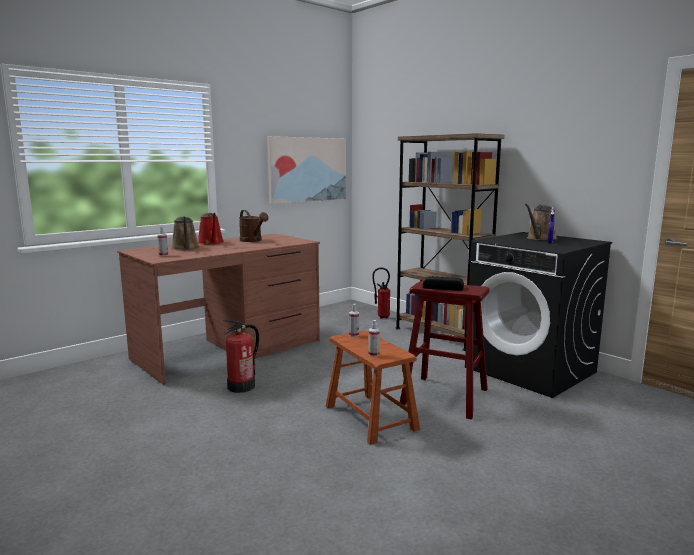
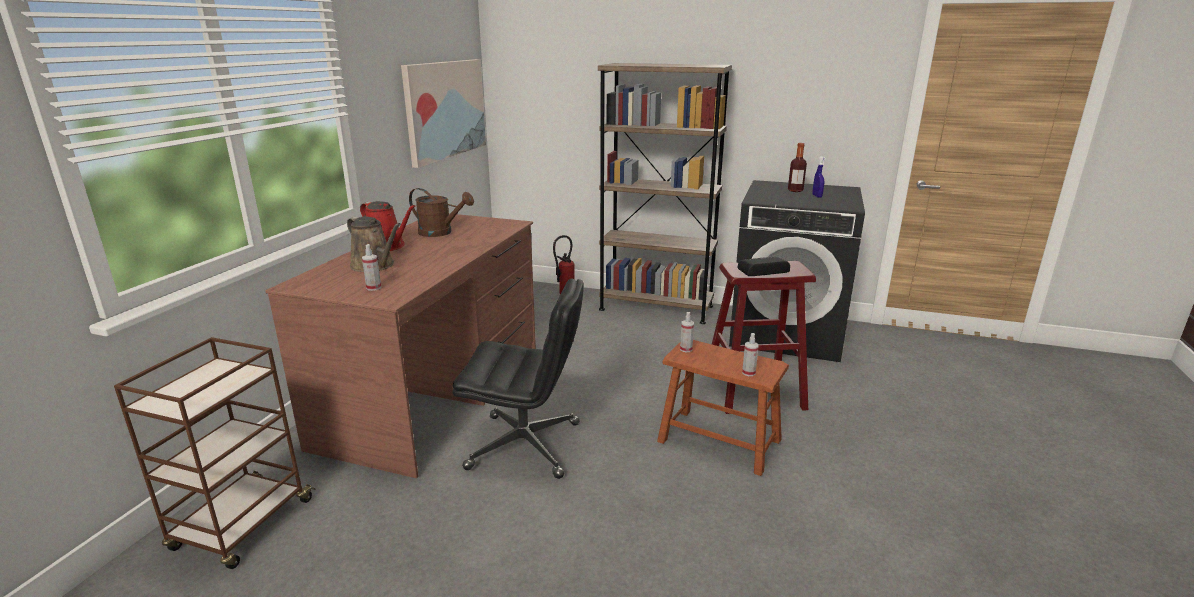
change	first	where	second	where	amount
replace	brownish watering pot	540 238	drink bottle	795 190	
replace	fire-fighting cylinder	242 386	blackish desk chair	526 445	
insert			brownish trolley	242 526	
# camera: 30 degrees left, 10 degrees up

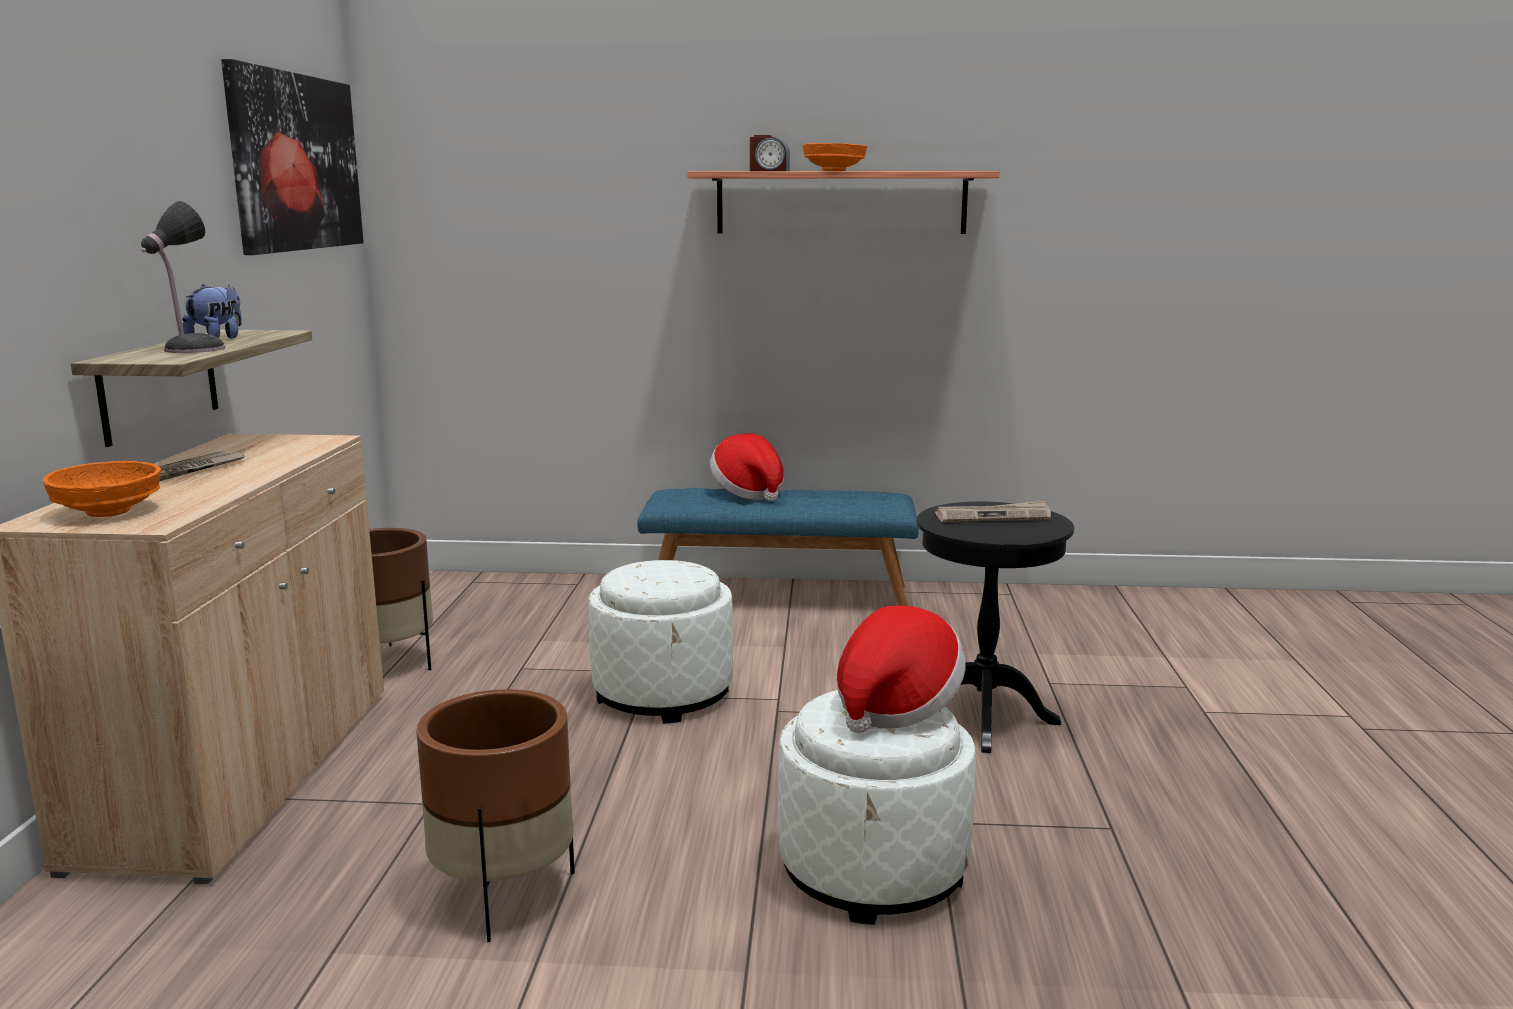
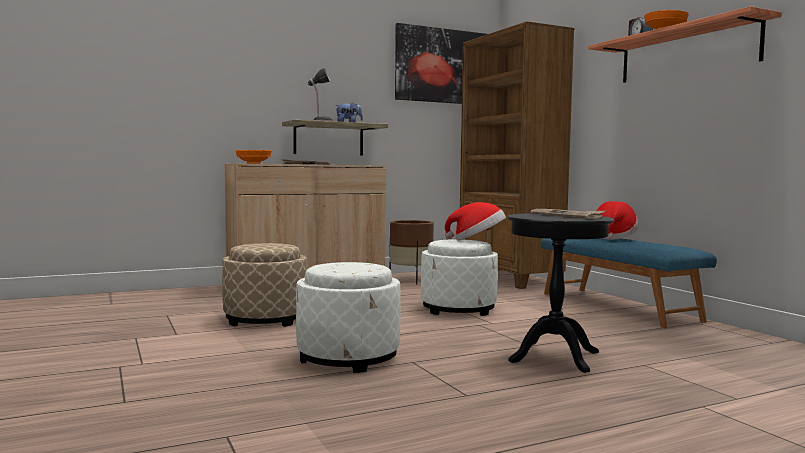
change	first	where	second	where	amount
move	clothing hat	895 707		477 240	
replace	brownish planter	503 895	sand-coloured ottoman	265 319	
insert			brownish bookcase	509 278	
# camera: 60 degrees right, 10 degrees down

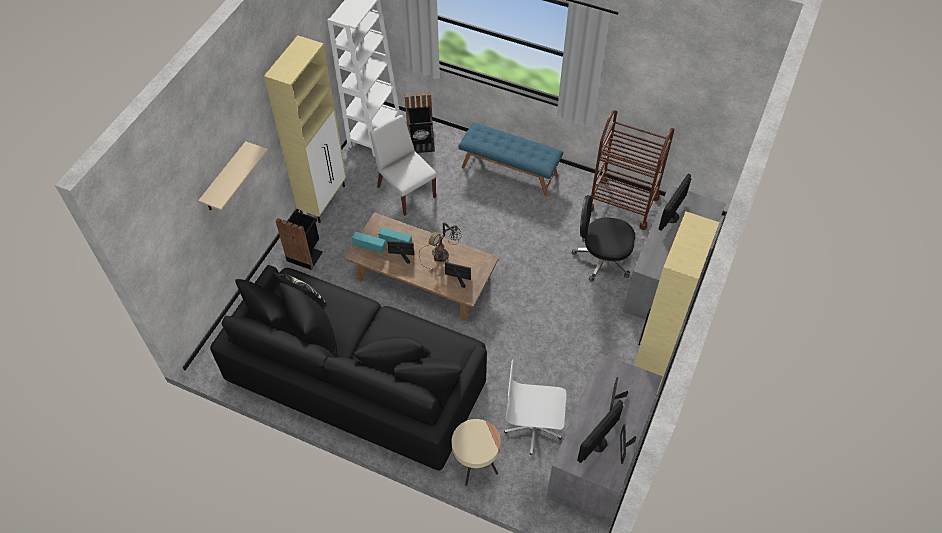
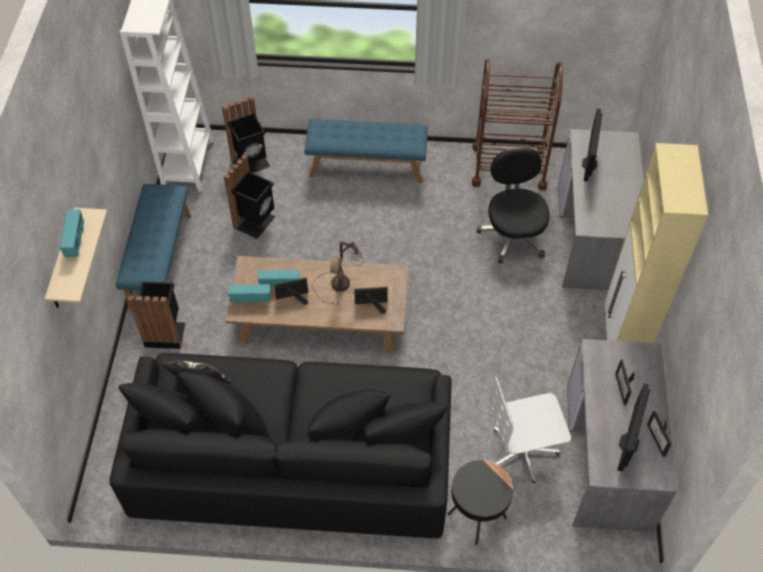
change	first	where	second	where	amount
replace	sand-coloured cabinet	323 200	bluish bench	160 260	
replace	white-coloured chair	406 191	blackish rubbish bin	256 222	
rotate	blackish desk chair	602 258		513 235	90 degrees clockwise
recolor	sand-coloured side table	475 464	blackish side table	477 516	
insert			radio	75 241	
# camera: 20 degrees left, 0 degrees up

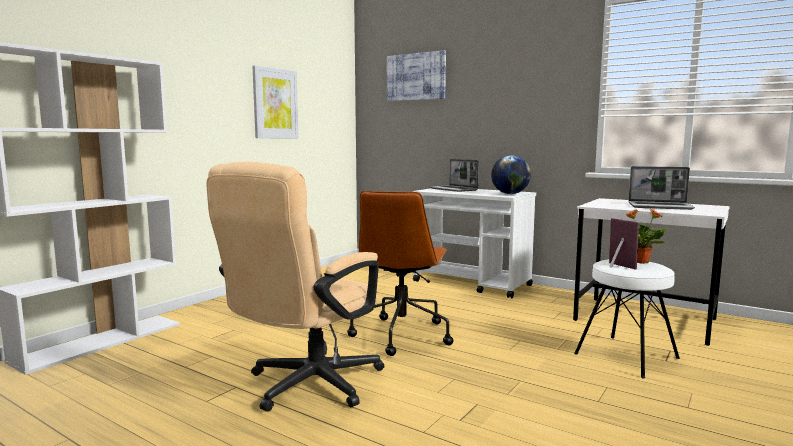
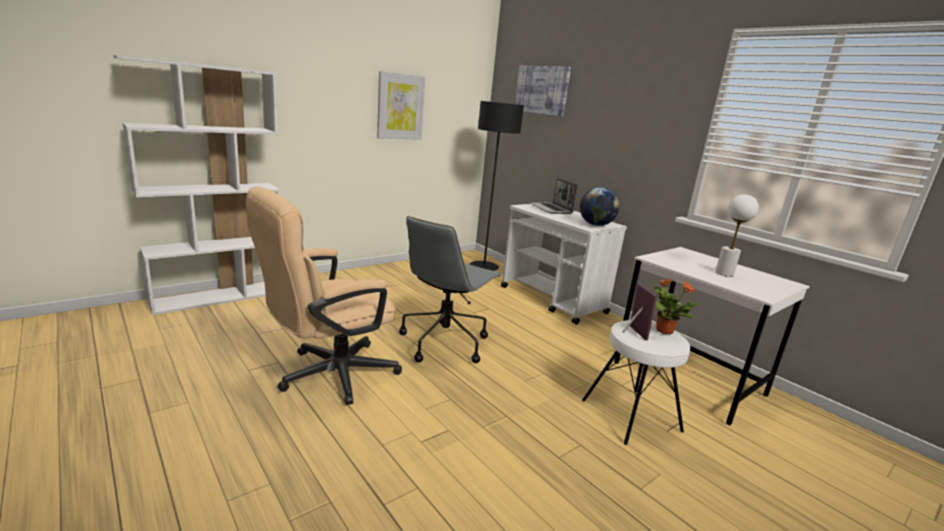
change	first	where	second	where	amount
replace	portable computer	660 207	white-coloured table lamp	724 273	
recolor	brownish desk chair	401 334	gray desk chair	444 342	
insert			blackish standard lamp	483 267	
# camera: 15 degrees right, 10 degrees up

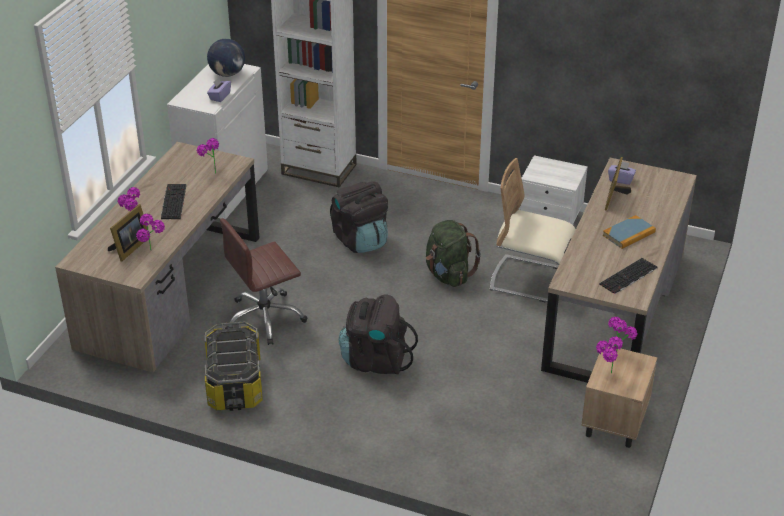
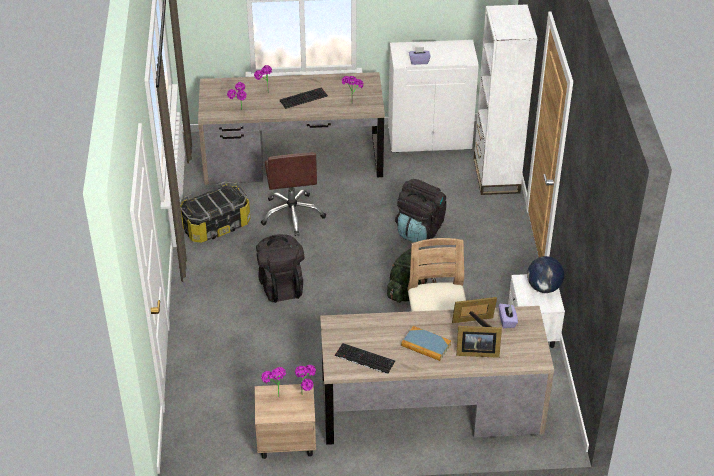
change	first	where	second	where	amount
move	globe	227 74		544 287	
move	photo frame	129 248		476 352	
rotate	brownish desk chair	265 318		292 214	135 degrees counterclockwise
# camera: 65 degrees right, 5 degrees up

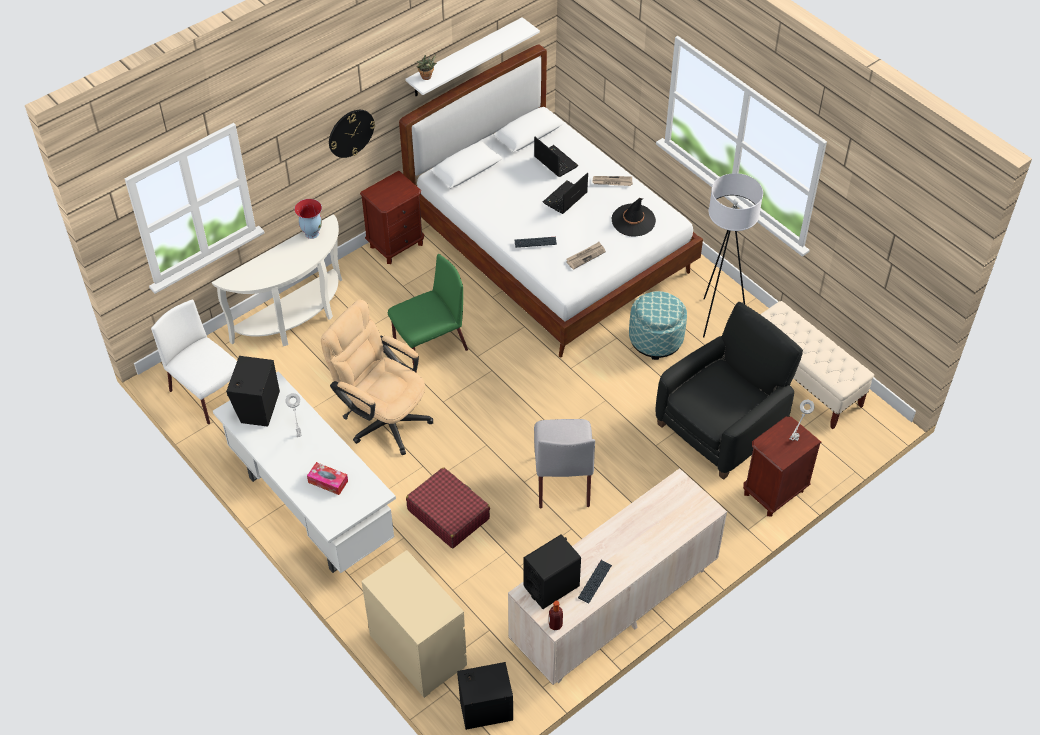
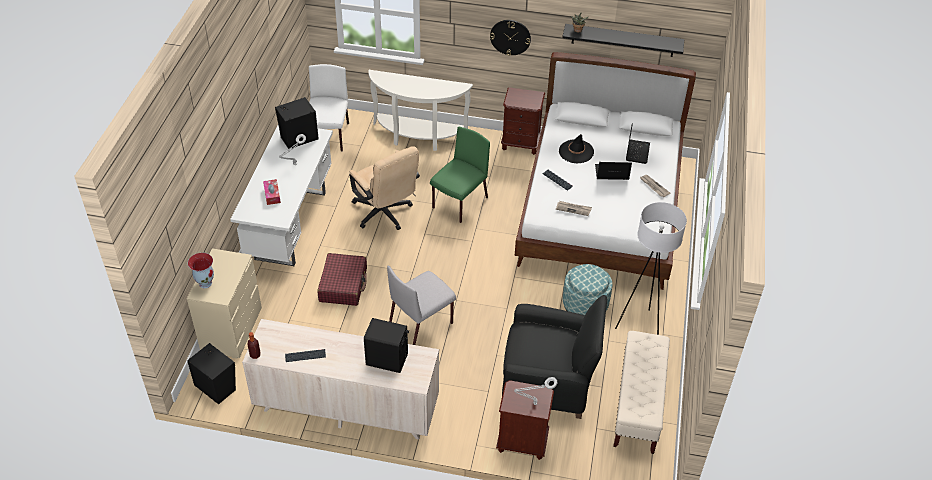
change	first	where	second	where	amount
recolor	white-coloured shelf	465 58	blackish shelf	623 40	
move	blackish clothing hat	633 220		576 152	
move	decorative vase	311 233		205 283	
rotate	green-coloured chair	429 347		459 203	75 degrees counterclockwise
rotate	sand-coloured desk chair	382 418		385 215	150 degrees clockwise
move	blackish speaker	551 586		387 359	
# camera: 50 degrees right, 5 degrees down

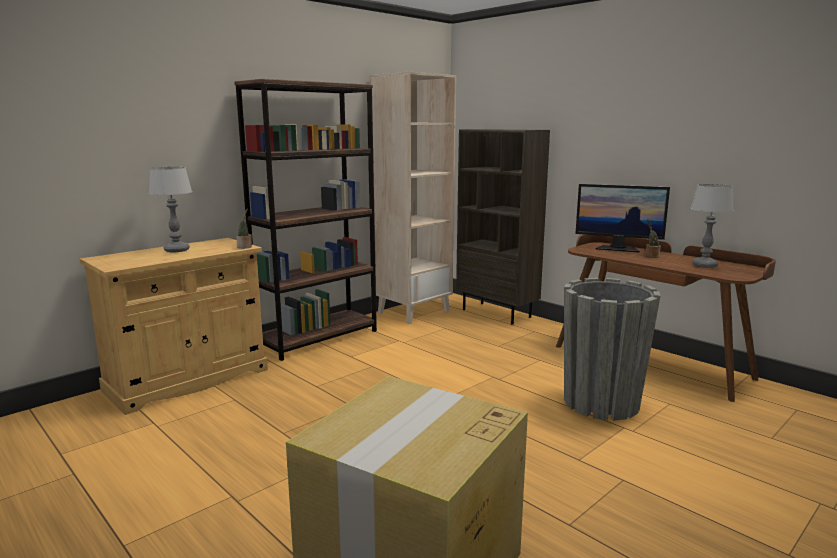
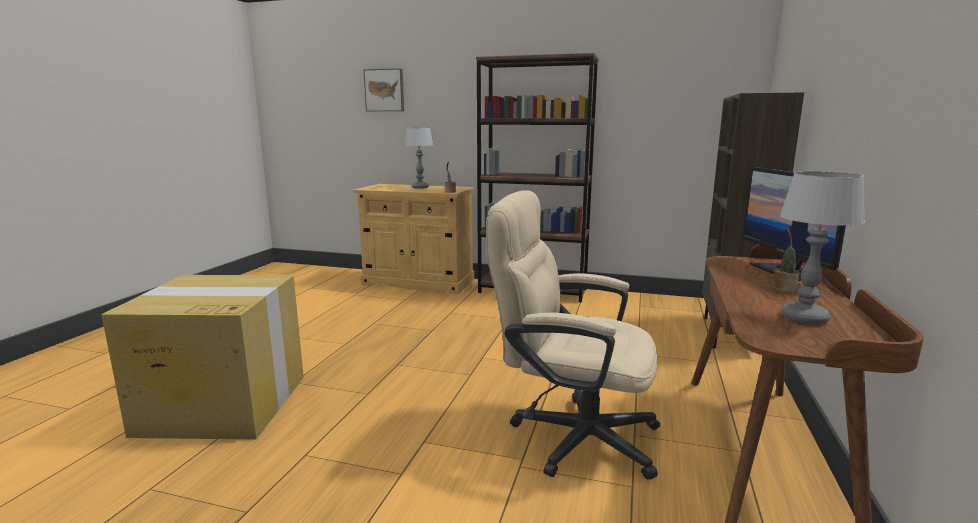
change	first	where	second	where	amount
delete	sand-coloured bookcase	413 312			
replace	gray planter	601 402	sand-coloured desk chair	570 435	
insert			picture	385 90	
# camera: 60 degrees right, 0 degrees up

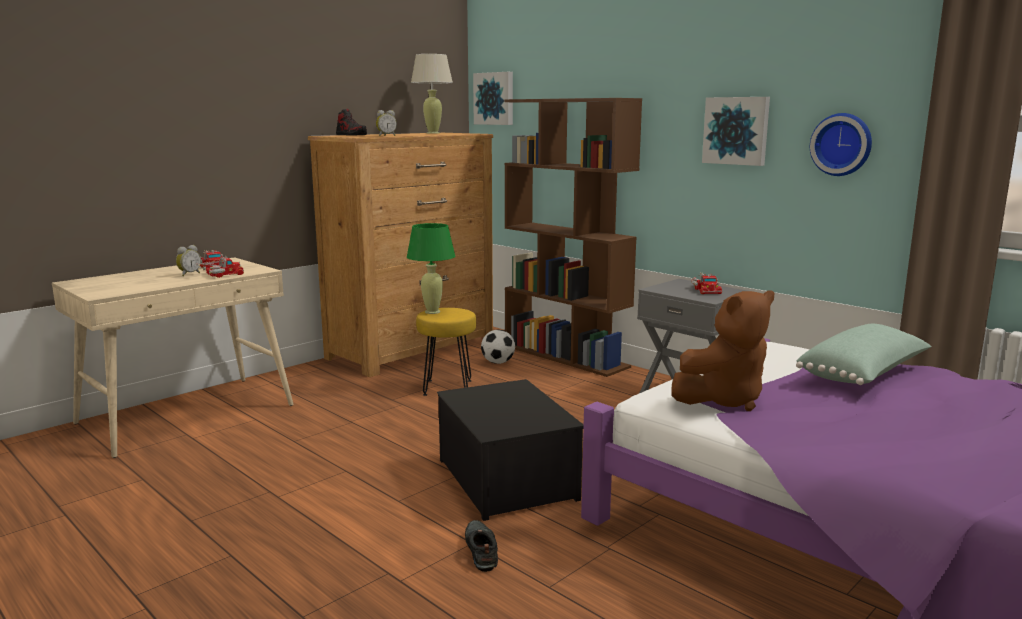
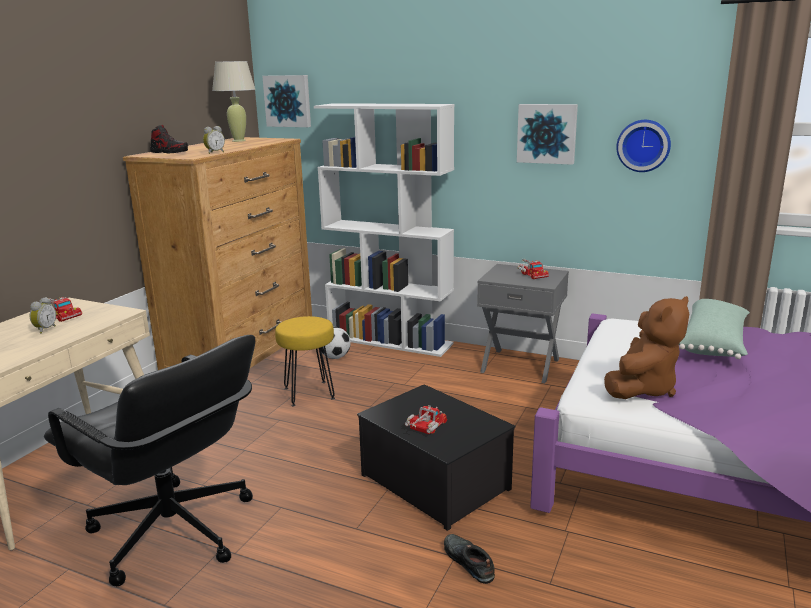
change	first	where	second	where	amount
recolor	brownish bookcase	566 356	white-coloured bookcase	391 341	
delete	green-coloured table lamp	432 312			
move	toy lorry	219 275		425 428	
insert			blackish desk chair	172 532	
# camera: 20 degrees left, 5 degrees up

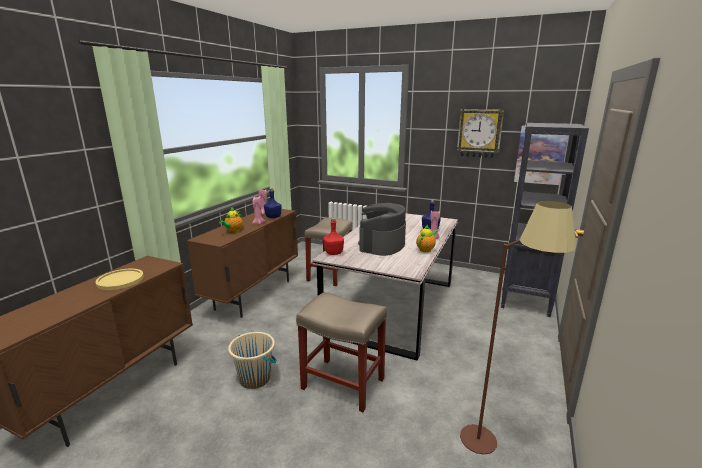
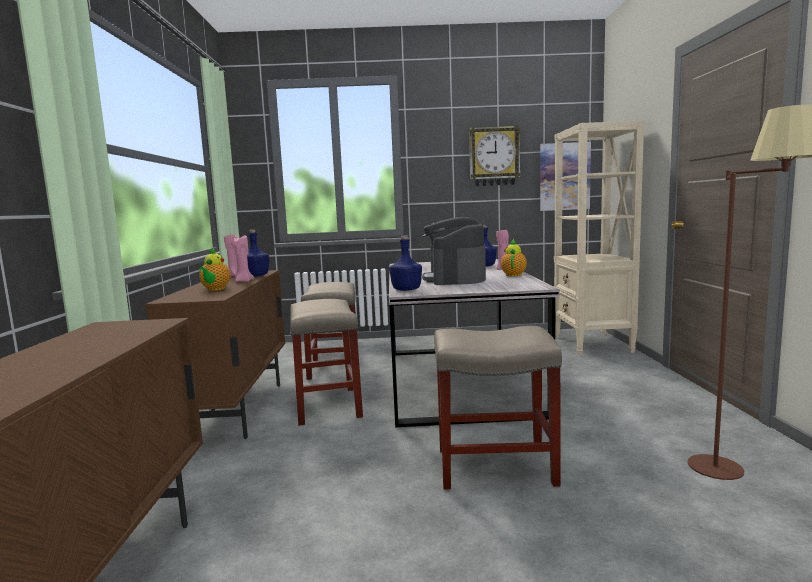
change	first	where	second	where	amount
recolor	blackish bookcase	525 299	sand-coloured bookcase	592 344	
recolor	reddish drink bottle	334 253	bluish drink bottle	407 290	
delete	yellowish flat dish	120 280			
delete	sand-coloured water bucket	255 378			
insert			sand-coloured stool	327 405	
# camera: 25 degrees left, 10 degrees down

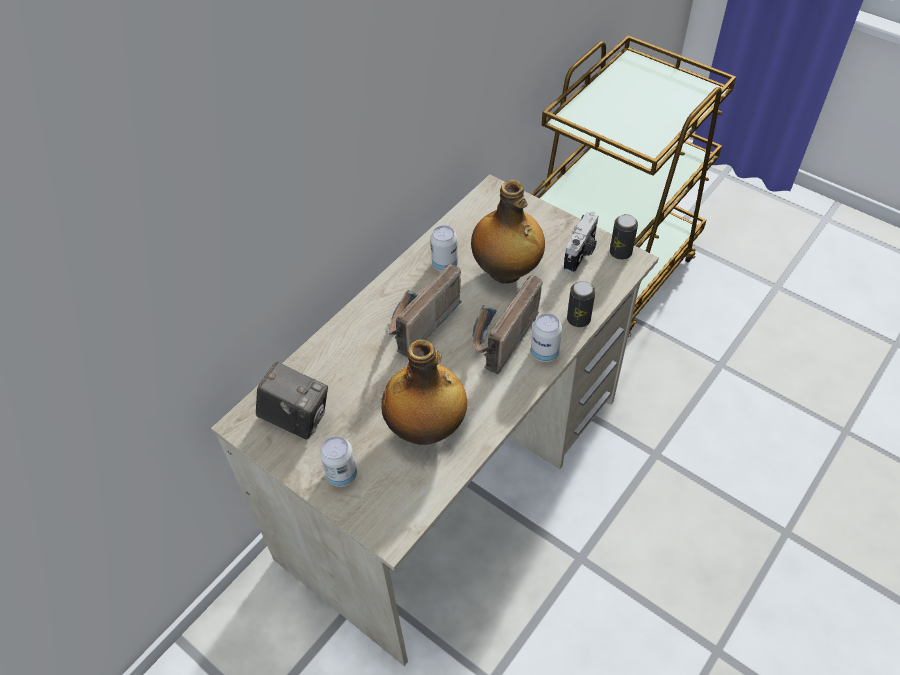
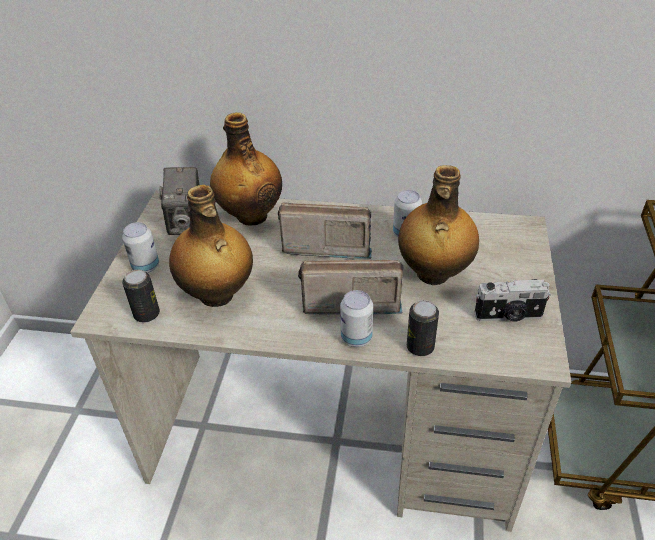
change	first	where	second	where	amount
move	metal can	620 252		146 314	
insert			drink bottle	250 215	
# camera: 60 degrees right, 10 degrees down

